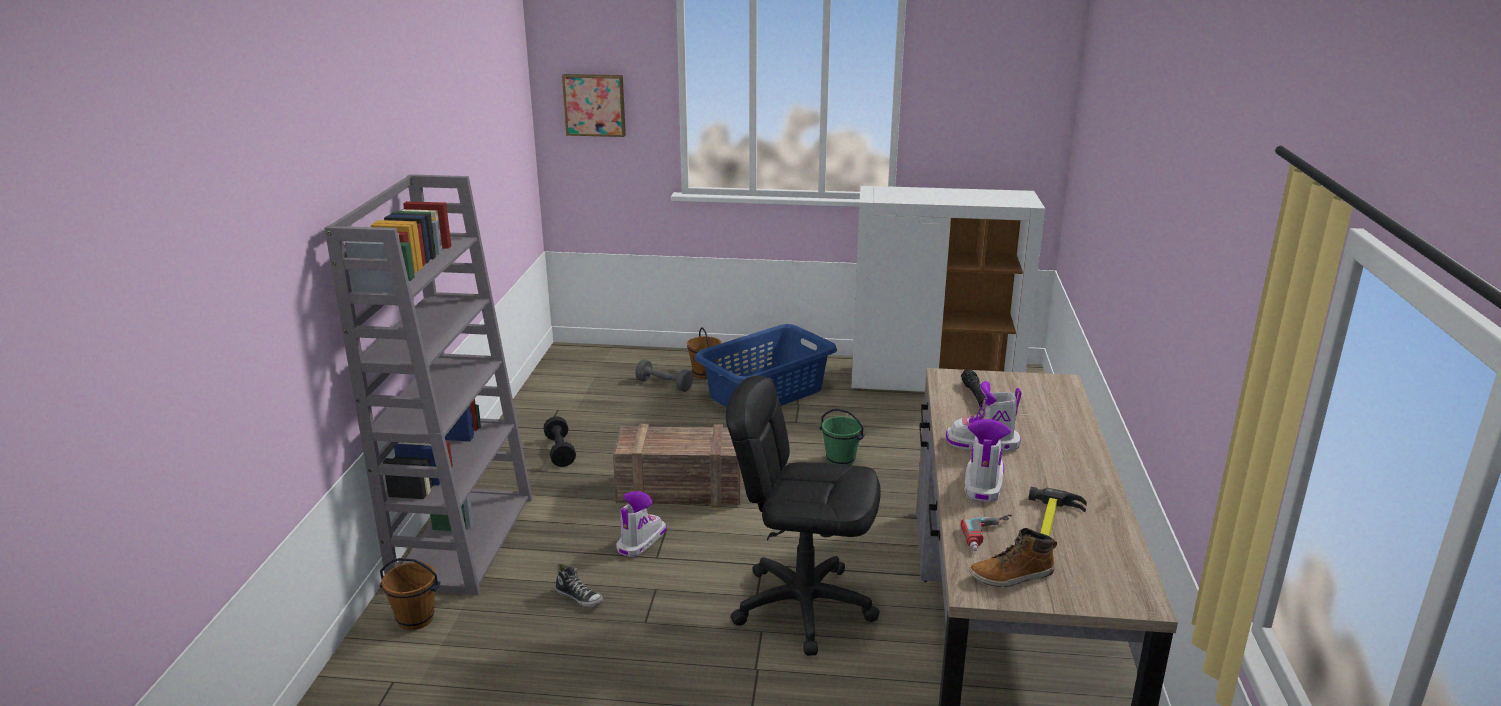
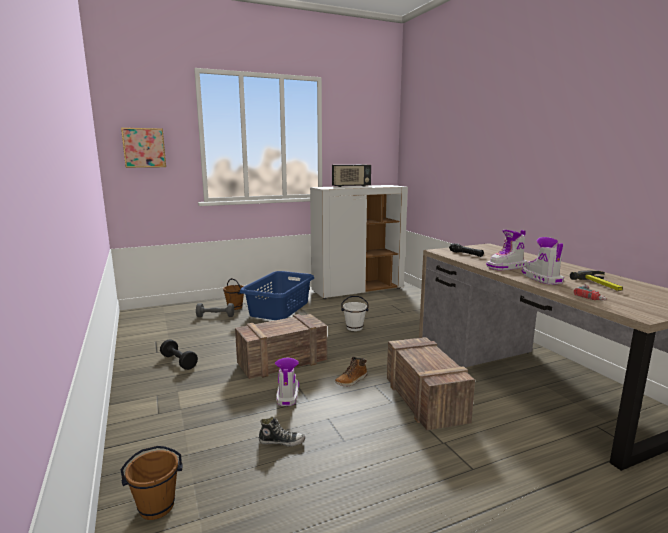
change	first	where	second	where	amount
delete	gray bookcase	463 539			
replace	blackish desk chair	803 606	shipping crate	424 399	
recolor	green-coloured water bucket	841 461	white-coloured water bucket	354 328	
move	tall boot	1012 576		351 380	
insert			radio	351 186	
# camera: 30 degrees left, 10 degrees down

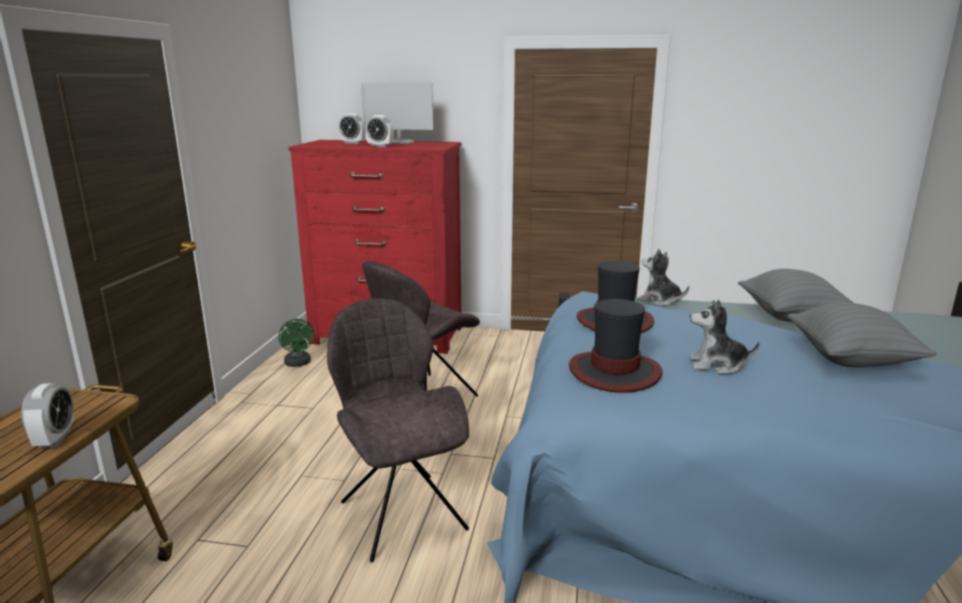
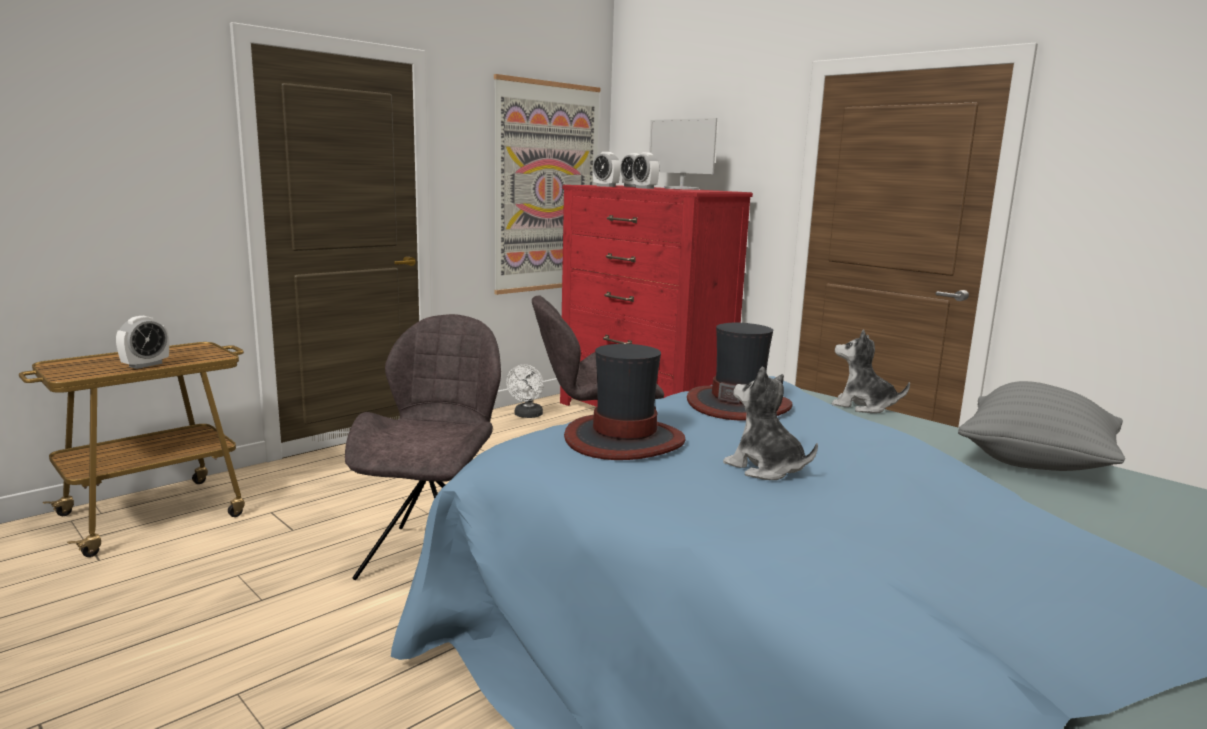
change	first	where	second	where	amount
rotate	plush toy	660 301		863 406	45 degrees counterclockwise
delete	gray cushion	851 359			
recolor	green-coloured fan	298 364	white-coloured fan	527 415	
insert			picture	547 188	
insert			bedside clock	605 186	
# camera: 35 degrees right, 5 degrees down

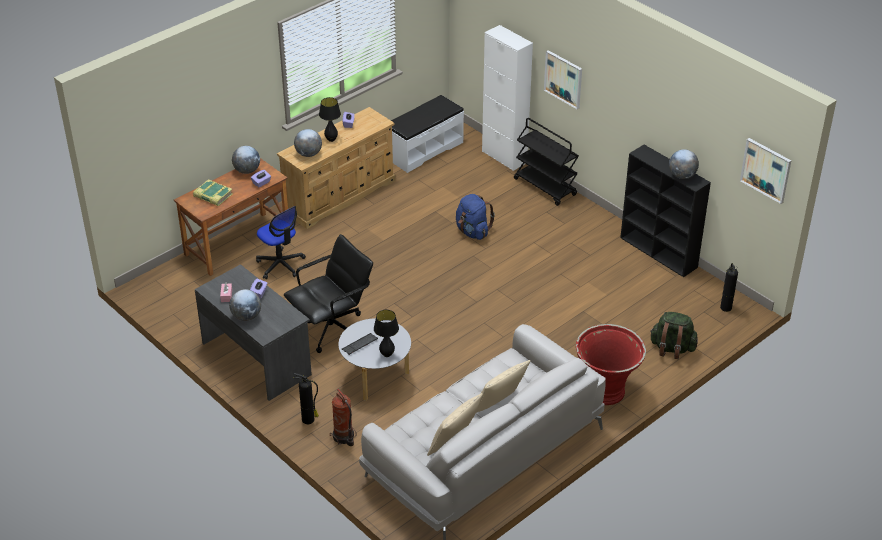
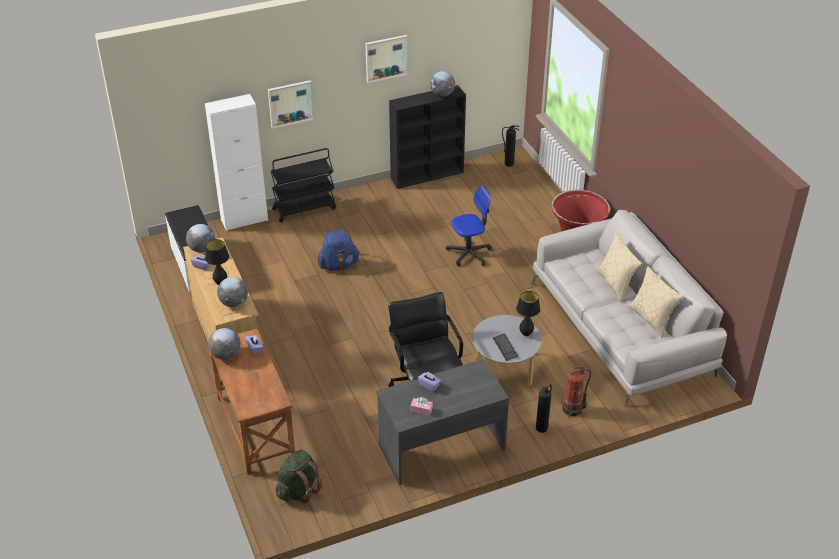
change	first	where	second	where	amount
move	picture	766 170		386 58	
delete	bound book	213 196			
move	desk chair	280 265		469 253	
move	globe	246 316		202 249	
move	green-coloured knapsack	672 348		299 490	
# camera: 70 degrees left, 0 degrees up

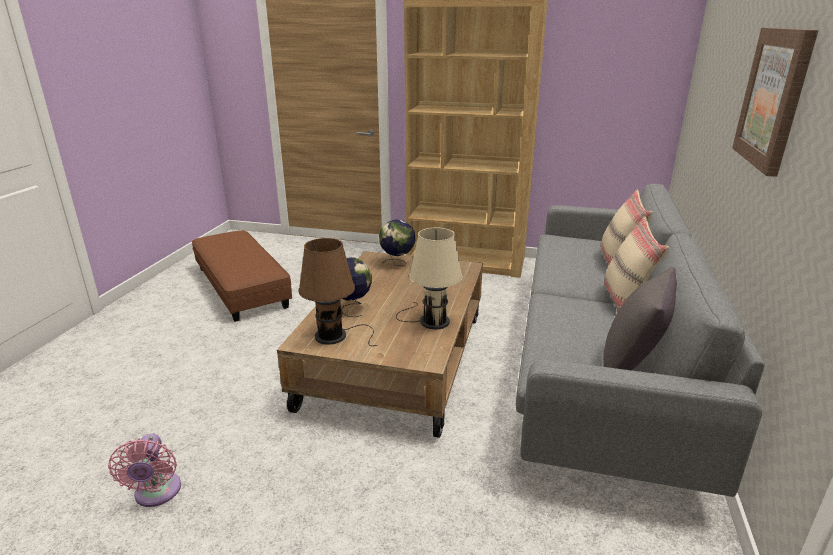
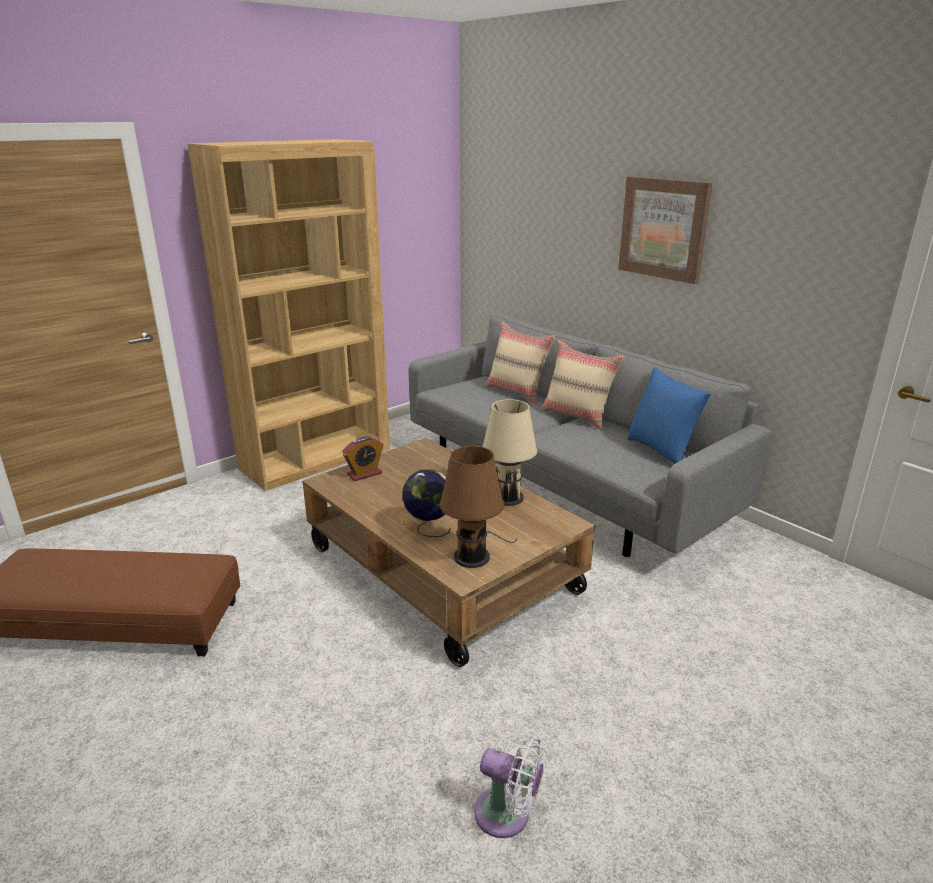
change	first	where	second	where	amount
replace	globe	397 263	bedside clock	364 474	
recolor	gray cushion	632 364	bluish cushion	661 451	
recolor	pink fan	156 494	white-coloured fan	508 815	
# camera: 55 degrees left, 0 degrees up

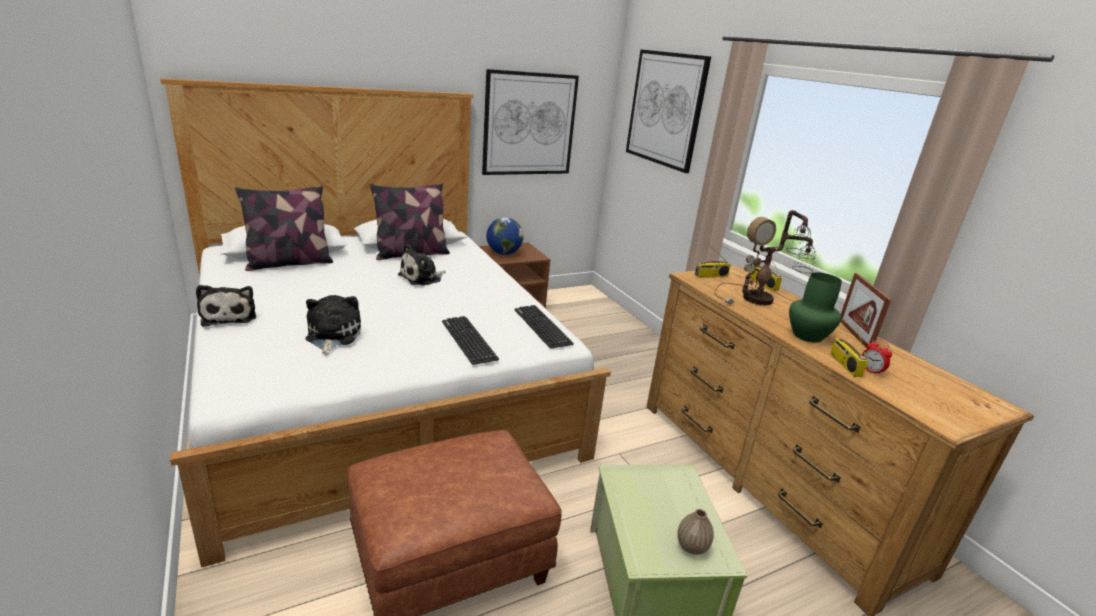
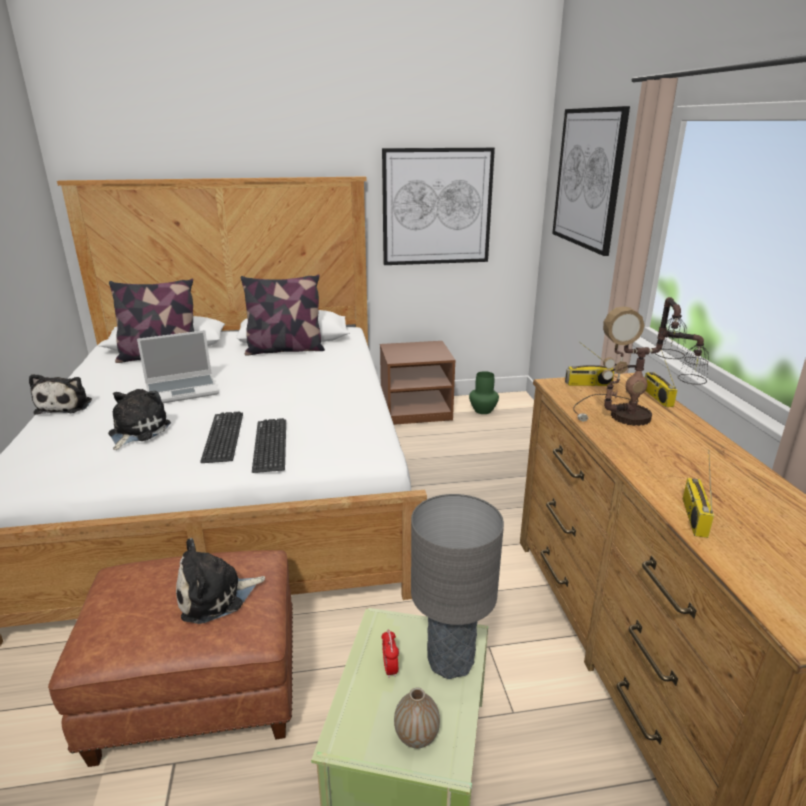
change	first	where	second	where	amount
delete	globe	503 253			
move	plush toy	422 278		215 596	
move	green-coloured decorative vase	808 335		483 410	
delete	photo frame	854 334			
move	keyboard	542 327		223 437	
move	bedside clock	871 371		390 668	
insert			portable computer	183 390	
insert			gray table lamp	450 661	
# camera: 20 degrees right, 0 degrees up

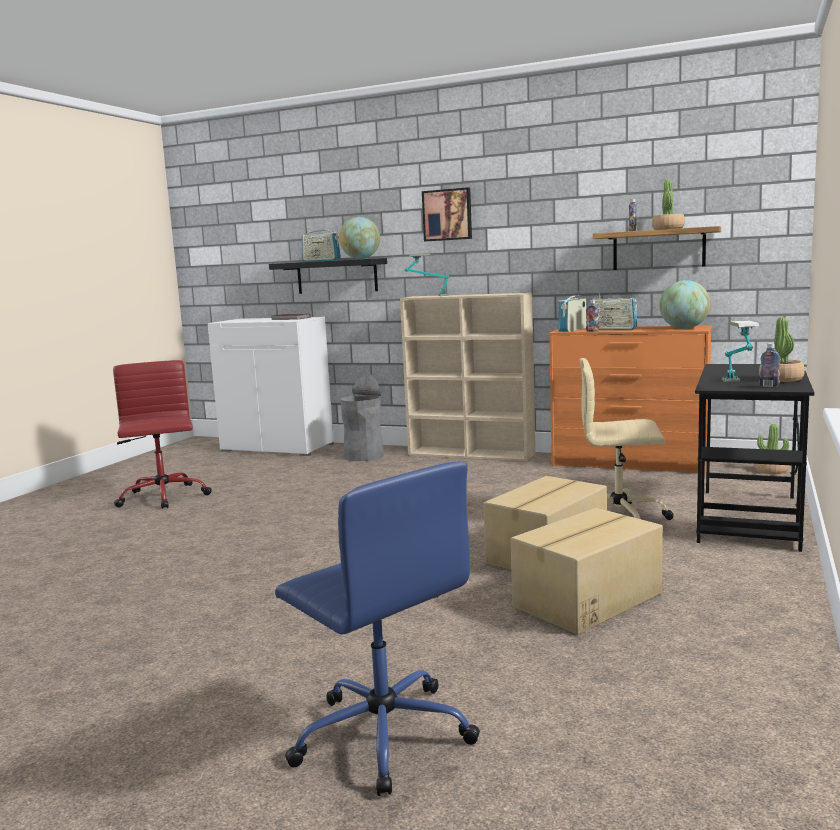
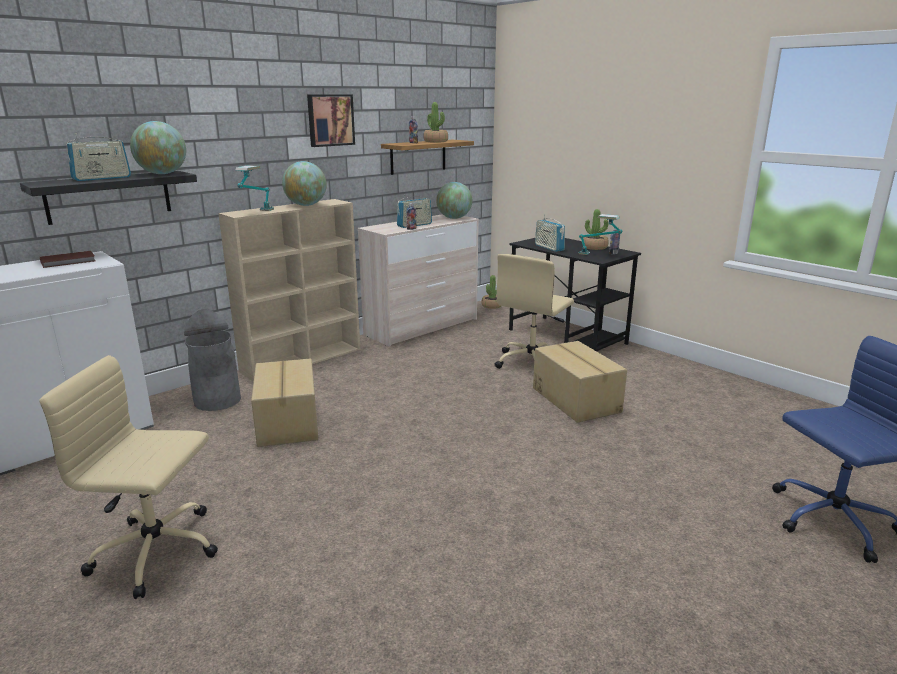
change	first	where	second	where	amount
move	picture	447 215		330 120	
move	radio	572 329		549 248	
recolor	orangey drawer chest	629 464	sand-coloured drawer chest	422 327	
recolor	reddish desk chair	163 497	sand-coloured desk chair	158 551	
move	carton	586 600		286 422	
insert			globe	306 205	
# camera: 65 degrees left, 10 degrees up

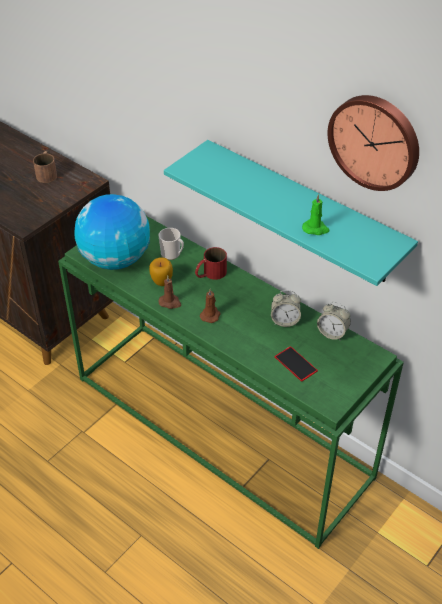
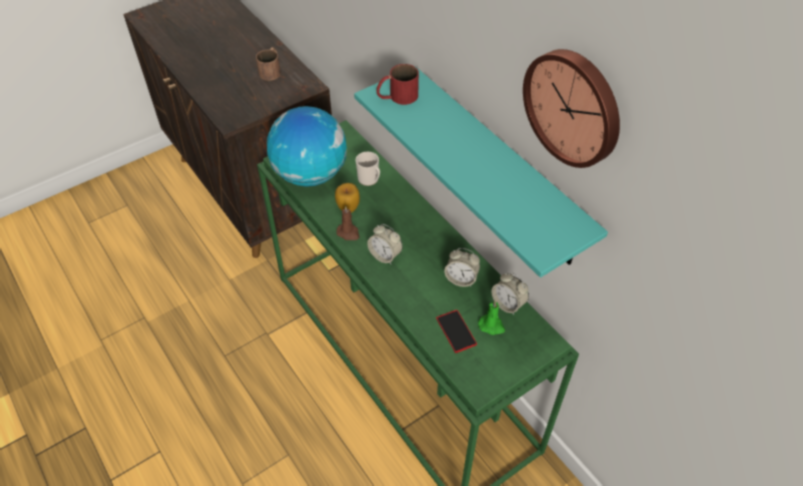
change	first	where	second	where	amount
move	green-coloured wax light	315 229		492 326	
move	reddish tea mug	210 274		397 97	
replace	brownish wax light	210 315	bedside clock	385 255	
# camera: 15 degrees right, 5 degrees up

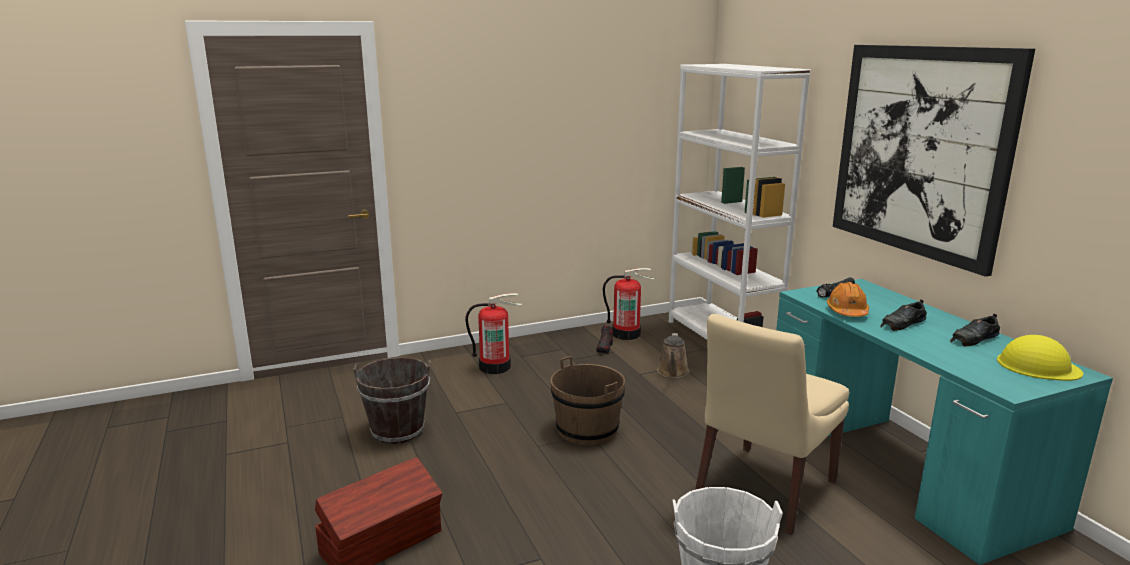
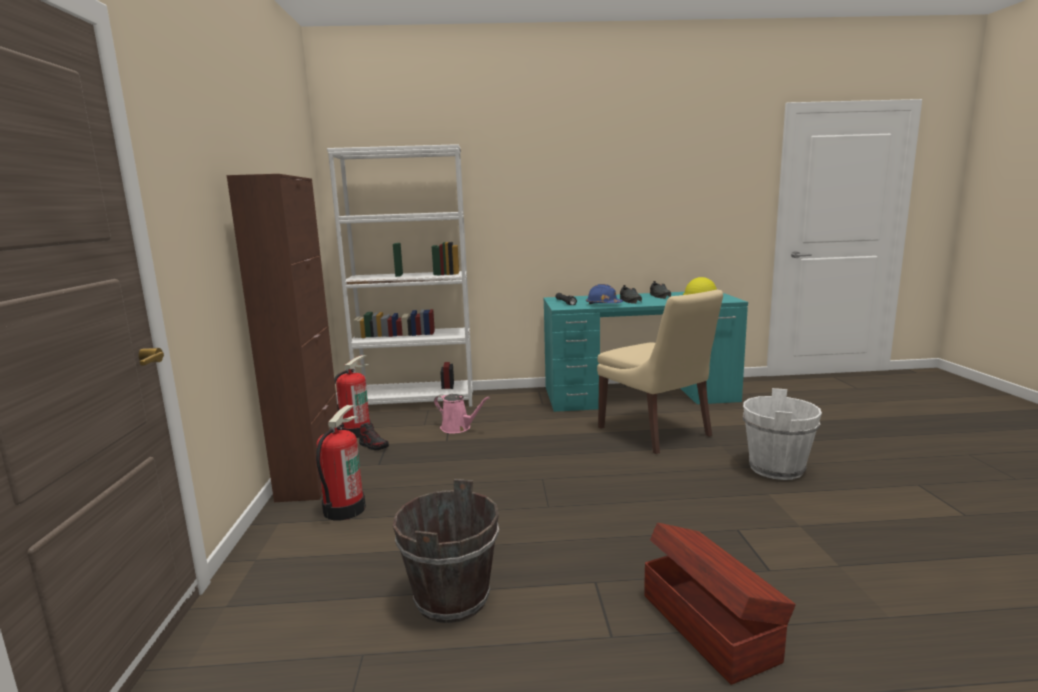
change	first	where	second	where	amount
delete	picture	920 151			
recolor	orangey safety helmet	847 311	bluish safety helmet	603 304	
recolor	brownish watering pot	672 372	pink watering pot	458 428	
delete	brownish water bucket	587 430			
insert			brownish cabinet	311 478	
# camera: 70 degrees left, 5 degrees down

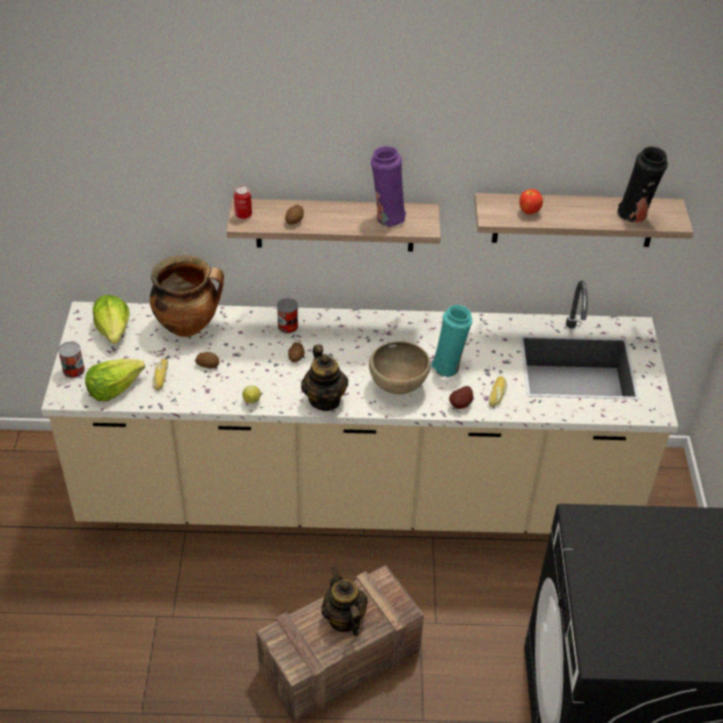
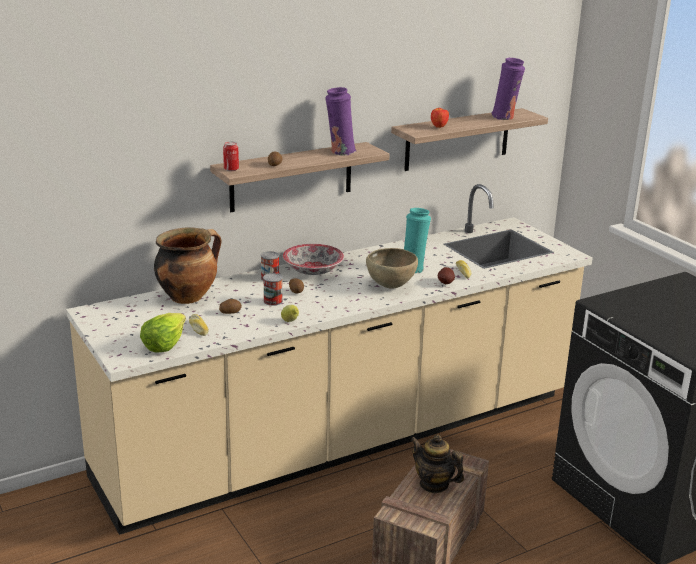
change	first	where	second	where	amount
recolor	blackish decorative vase	635 215	purple decorative vase	505 117	
delete	lettuce	114 330			
move	metal can	73 370		273 301	
delete	pot for tea	325 399			
insert			bowl	312 270	
# camera: 30 degrees left, 20 degrees down

